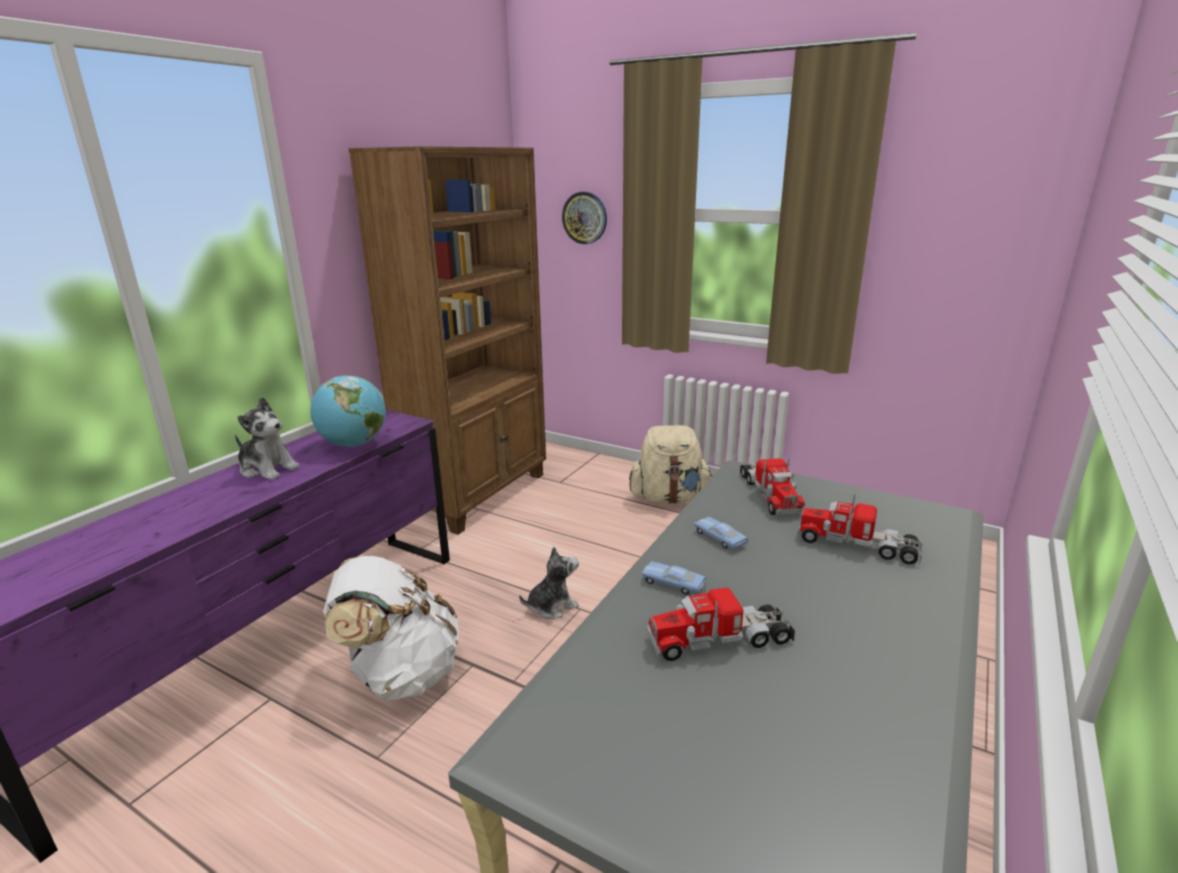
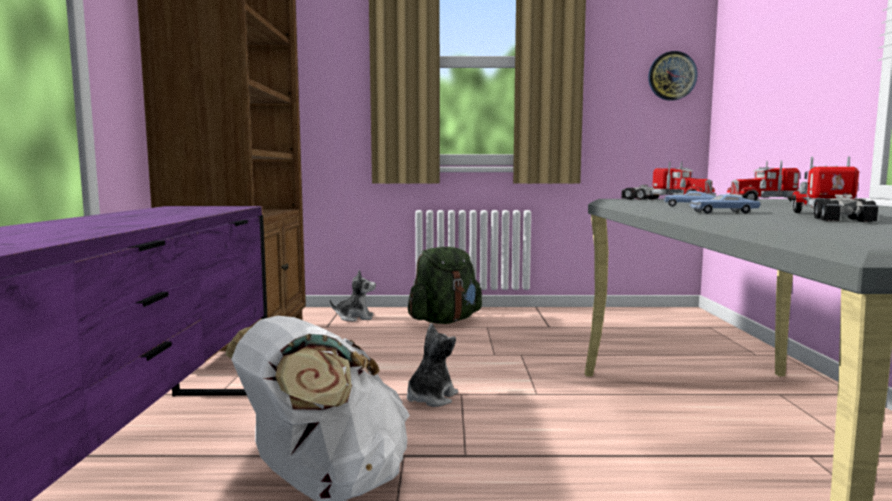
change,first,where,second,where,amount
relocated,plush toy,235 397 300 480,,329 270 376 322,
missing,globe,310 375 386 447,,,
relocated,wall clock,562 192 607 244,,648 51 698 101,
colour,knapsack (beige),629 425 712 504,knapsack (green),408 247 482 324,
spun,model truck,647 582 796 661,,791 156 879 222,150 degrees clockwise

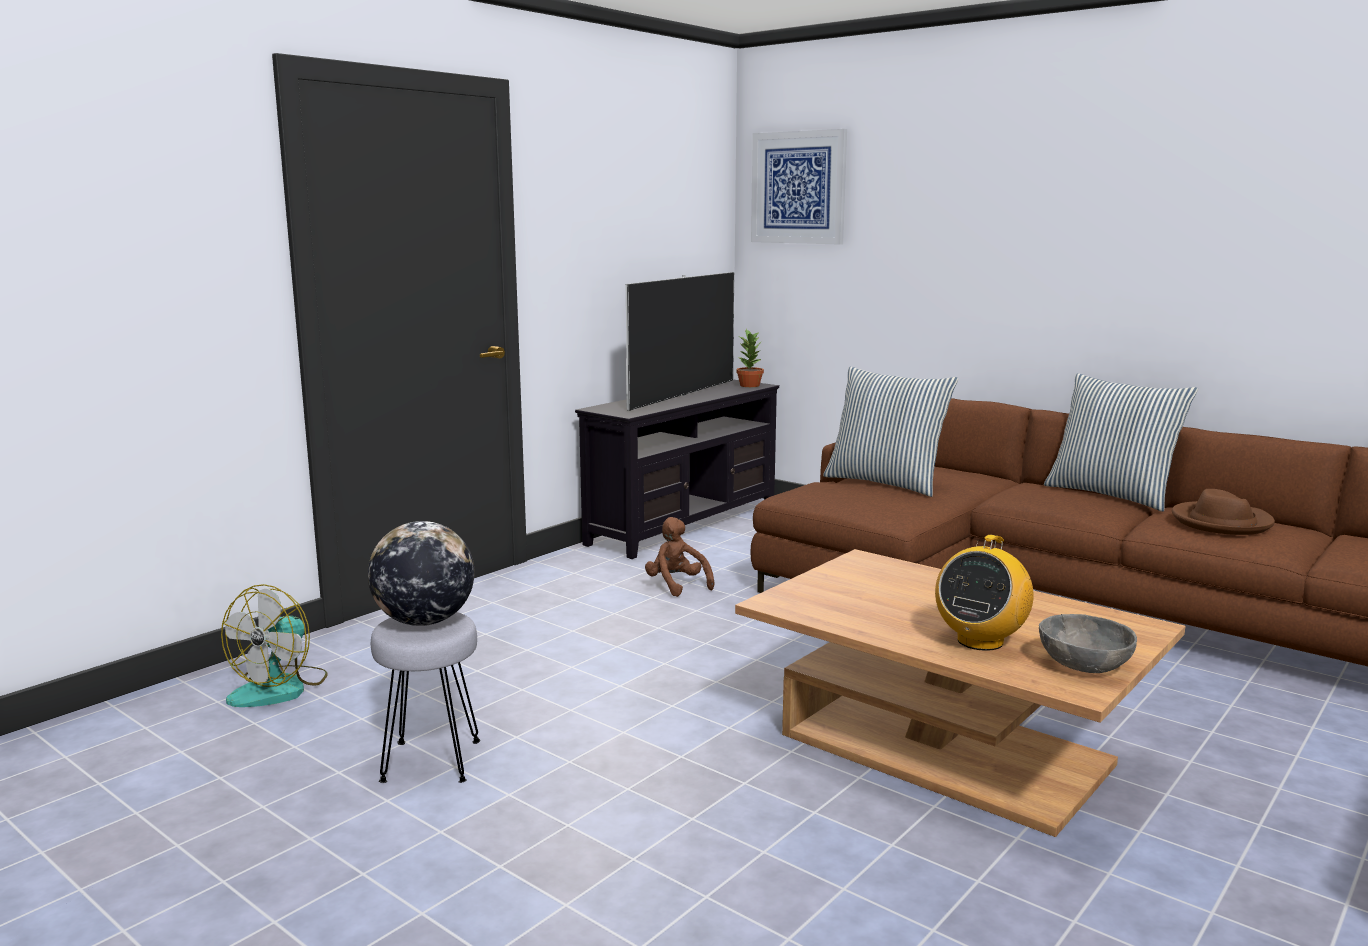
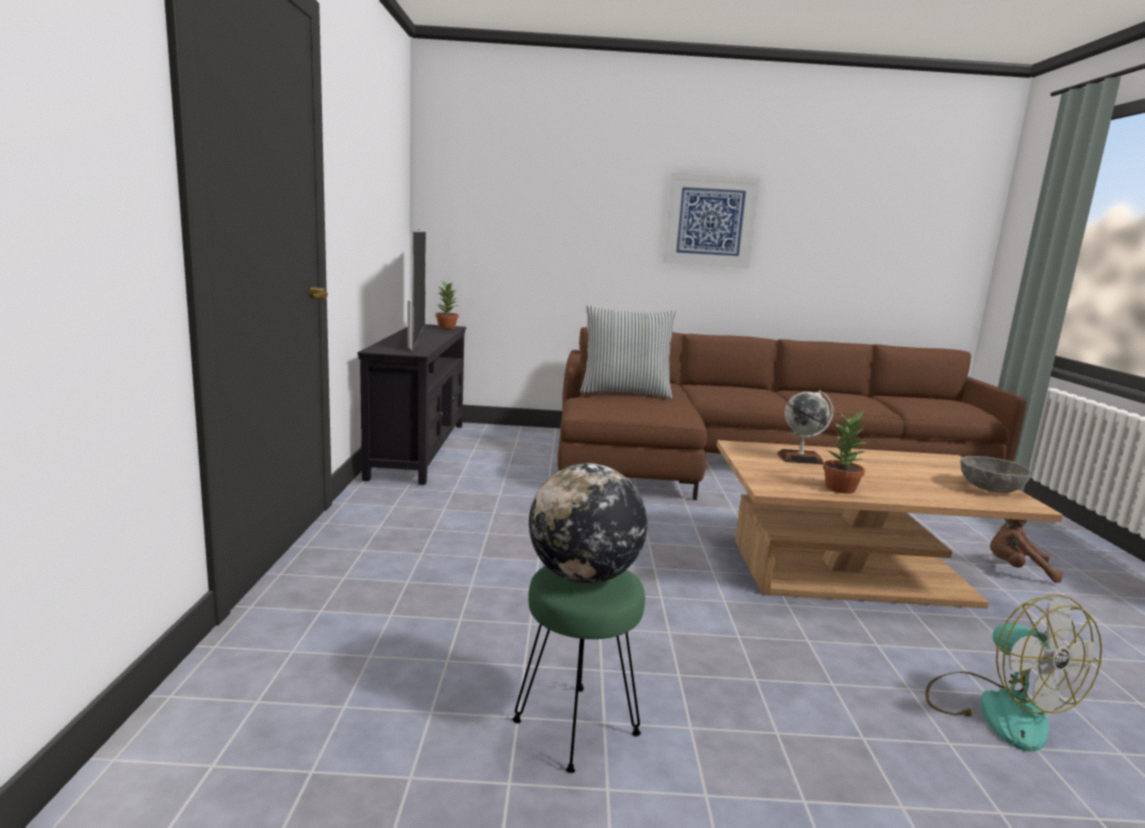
change,first,where,second,where,amount
relocated,cooling fan,221 584 328 707,,925 595 1102 752,
colour,stool seat (greyish),371 612 480 783,stool seat (green),512 566 645 773,
relocated,plush toy (brownish),645 517 715 597,,990 519 1063 583,
relocated,picture,751 129 847 245,,663 173 760 268,
missing,radio set,935 535 1034 651,,,
missing,pillow,1044 373 1198 512,,,
missing,hat (brownish),1172 489 1275 535,,,
appeared,,,globe,777 390 833 465,
appeared,,,plant in a pot,823 412 869 494,

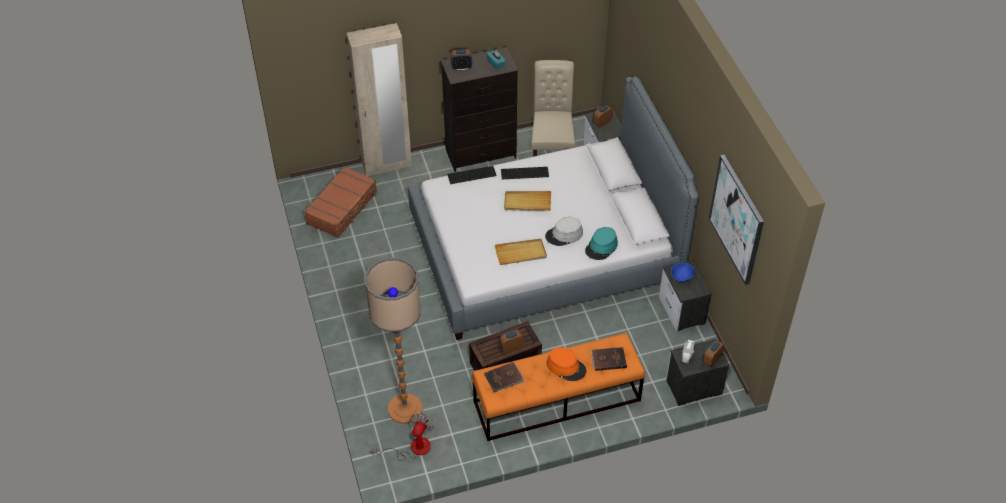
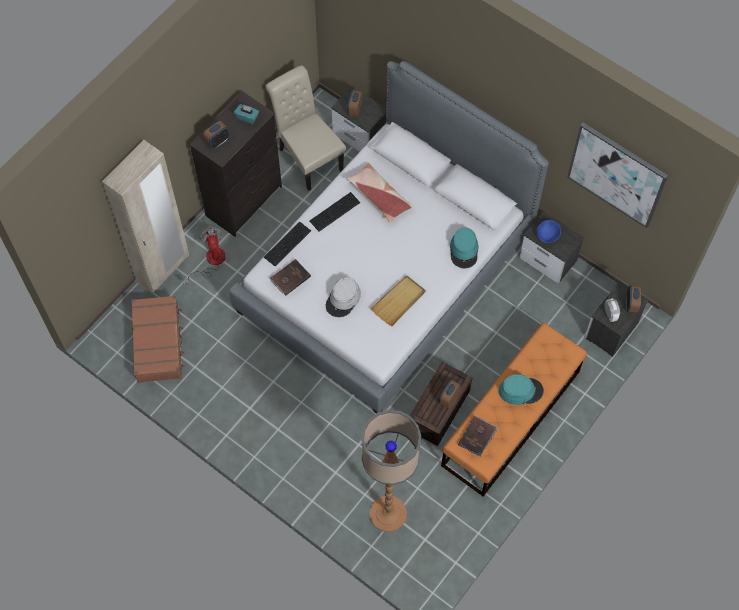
change,first,where,second,where,amount
relocated,cooling fan,372 413 434 461,,183 227 226 284,
missing,tray (beige),504 191 551 211,,,
relocated,hat (greyish),545 217 583 246,,326 277 361 317,
colour,hat (orange),547 347 586 381,hat (blue-green),499 374 544 405,
relocated,bound book (brownish),591 347 627 371,,269 259 311 295,
appeared,,,pillow,347 163 414 222,

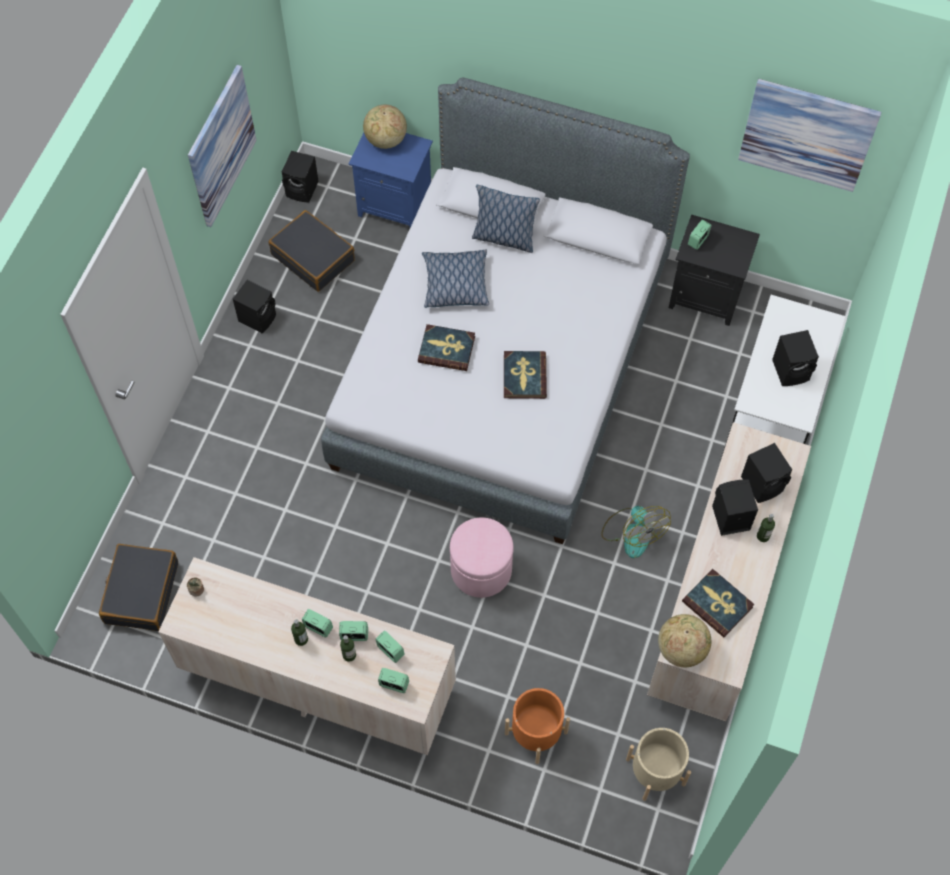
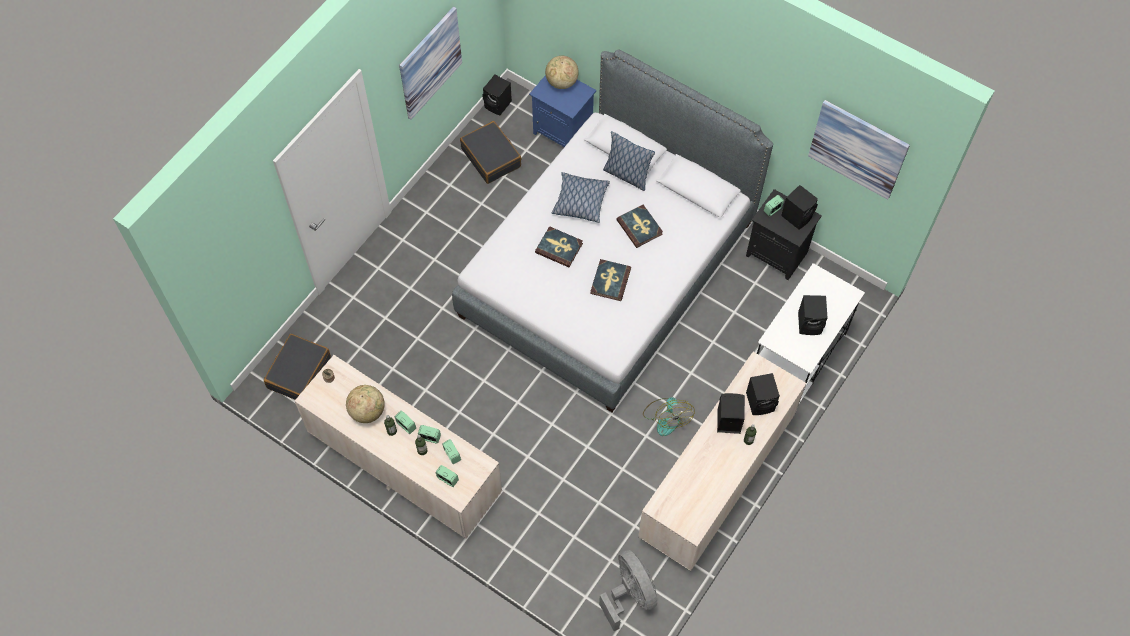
change,first,where,second,where,amount
relocated,speaker (blackish),233 280 276 333,,781 185 818 230,
missing,footrest (pink-coloured),450 518 514 598,,,
missing,planter (orange),505 688 570 764,,,
exchanged,planter (beige),626 728 691 801,cooling fan (greyish),599 550 657 631,
relocated,globe,658 614 712 667,,346 385 385 423,
relocated,bound book,682 569 754 638,,616 205 663 248,

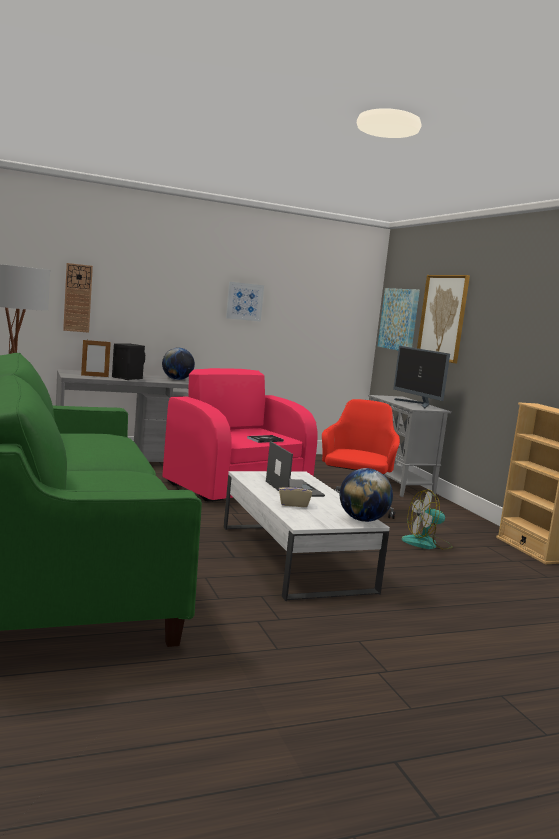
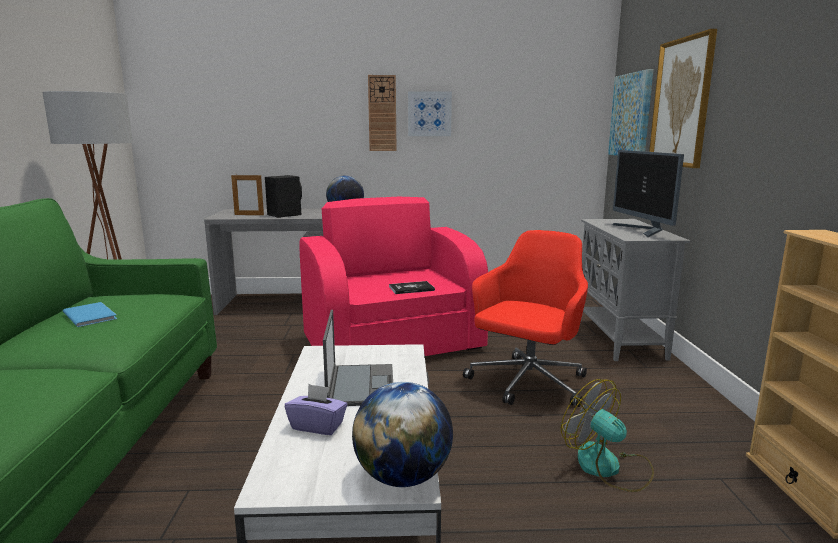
change,first,where,second,where,amount
relocated,wall clock,63 263 93 333,,368 75 396 151,
colour,tissue holder (beige),279 478 312 507,tissue holder (purplish),285 384 347 435,
spun,cooling fan,401 489 453 550,,561 379 654 492,45 degrees clockwise
appeared,,,bound book (blue-coloured),63 302 117 327,

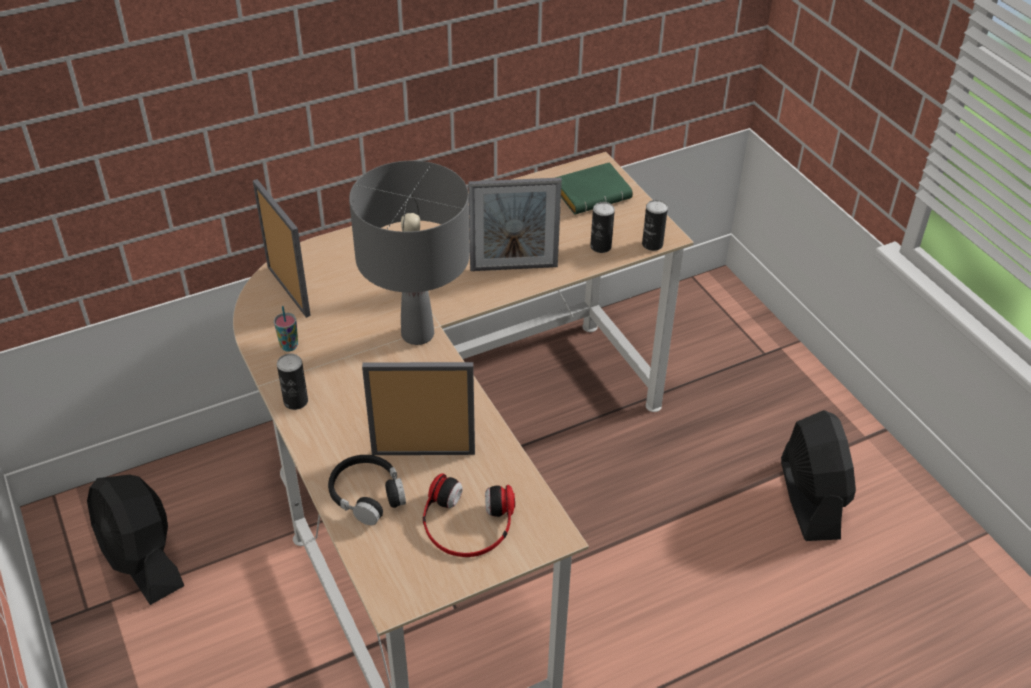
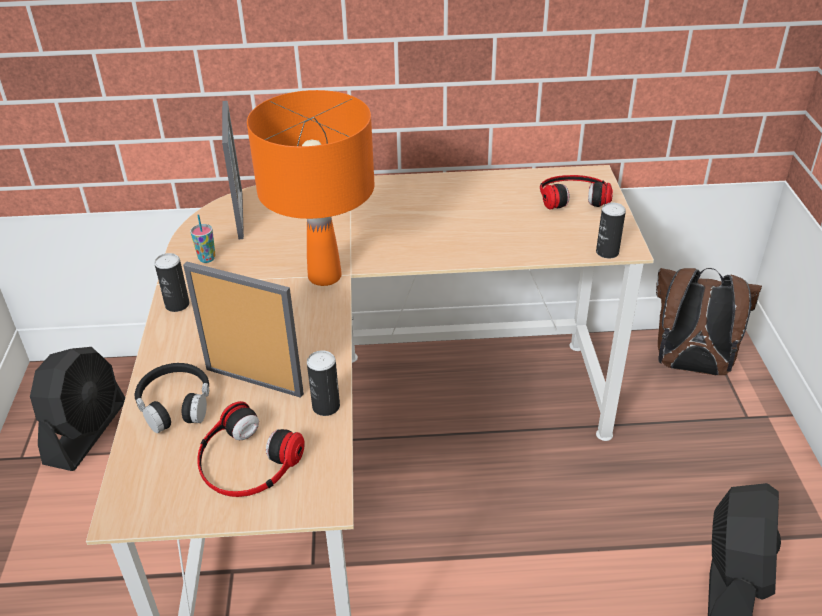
change,first,where,second,where,amount
spun,cooling fan (blackish),87 475 184 605,,30 347 125 471,150 degrees counterclockwise
colour,lamp for a table (greyish),349 161 470 345,lamp for a table (orange),247 90 375 286,
missing,photo frame,468 178 562 271,,,
exchanged,bound book (green),555 162 633 215,headset,540 175 613 210,
relocated,can,590 202 615 253,,307 350 340 416,
appeared,,,knapsack (brownish),656 268 762 375,

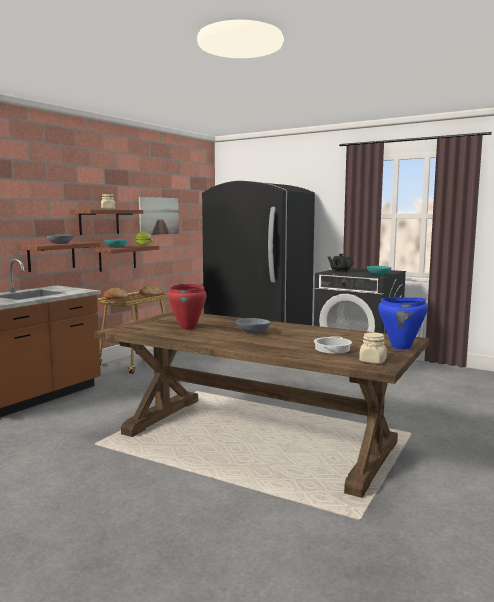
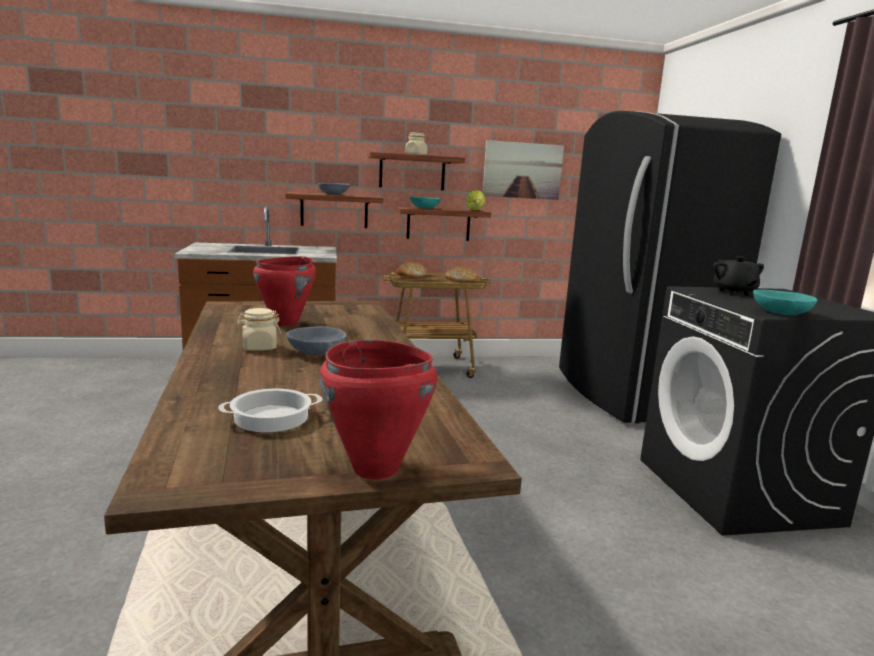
change,first,where,second,where,amount
relocated,preserve jar (beige),359 332 387 364,,236 308 281 351,
colour,cooking pot (blue-coloured),378 297 428 350,cooking pot (red-coloured),319 340 437 479,

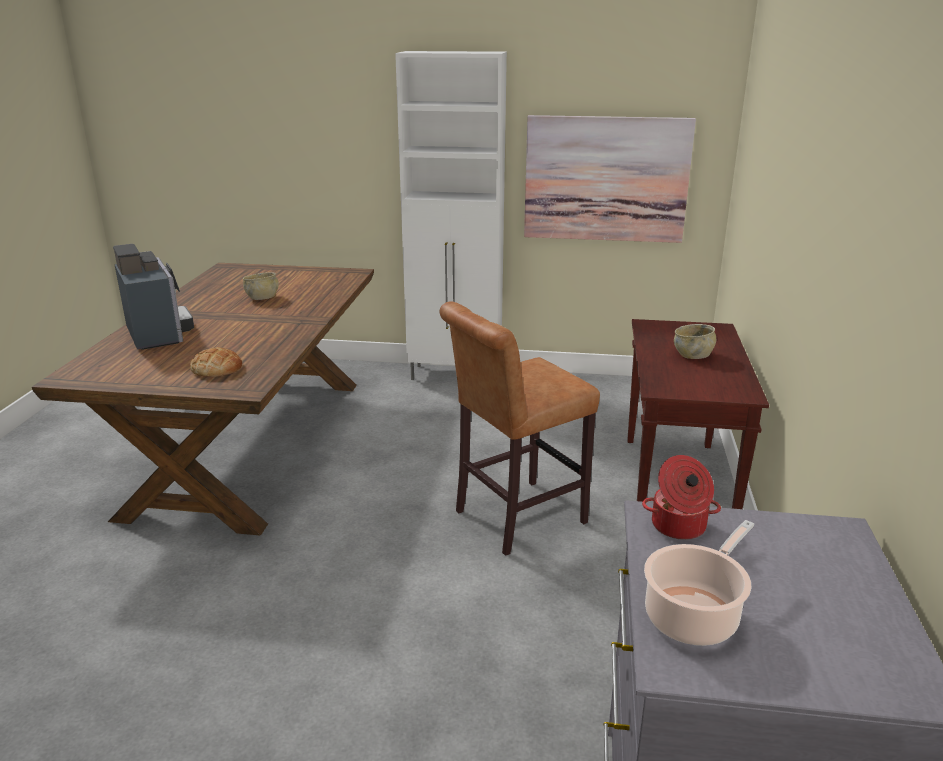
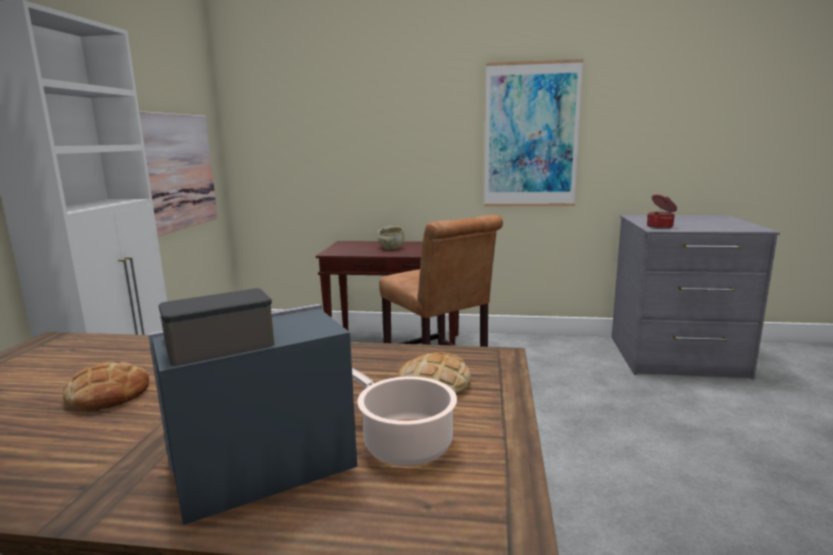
change,first,where,second,where,amount
exchanged,serving bowl (beige),243 272 279 300,bread,63 361 149 411,
relocated,cooking pot,644 520 754 646,,352 368 457 466,
appeared,,,picture,484 59 584 206,

